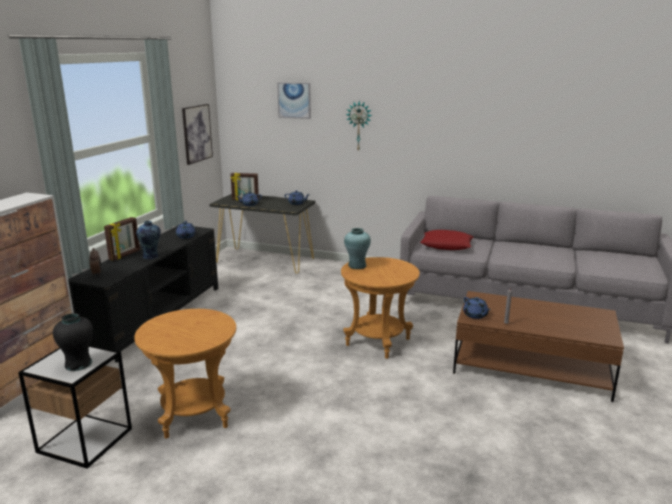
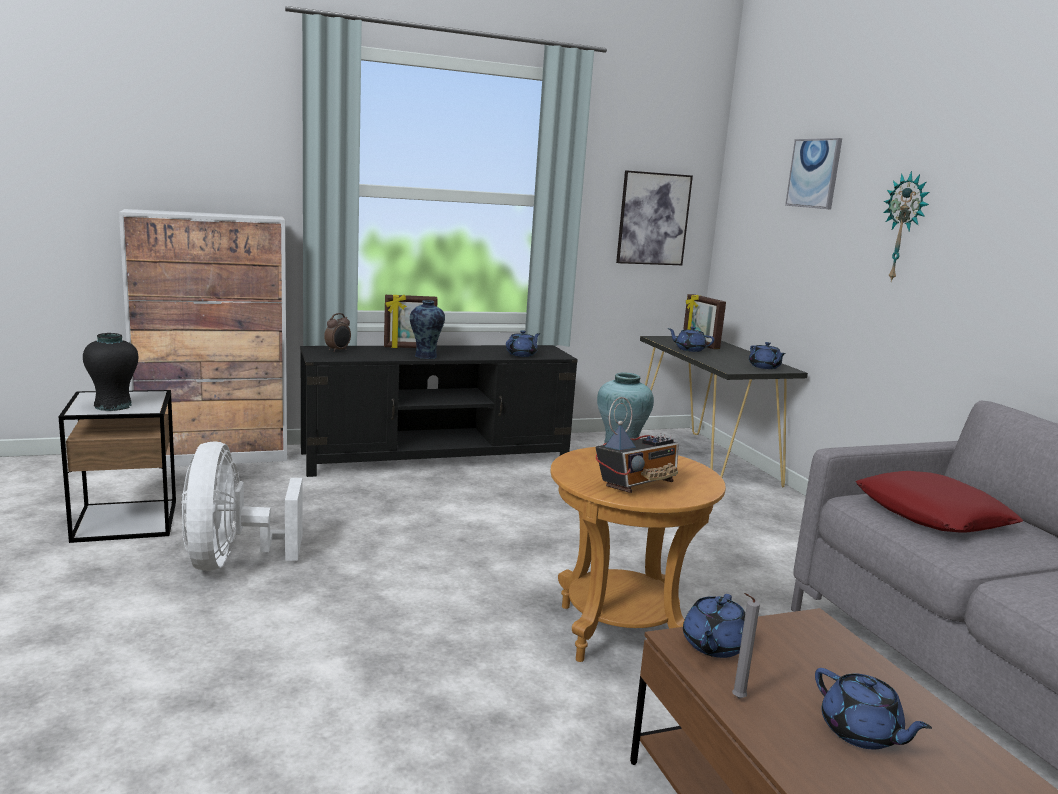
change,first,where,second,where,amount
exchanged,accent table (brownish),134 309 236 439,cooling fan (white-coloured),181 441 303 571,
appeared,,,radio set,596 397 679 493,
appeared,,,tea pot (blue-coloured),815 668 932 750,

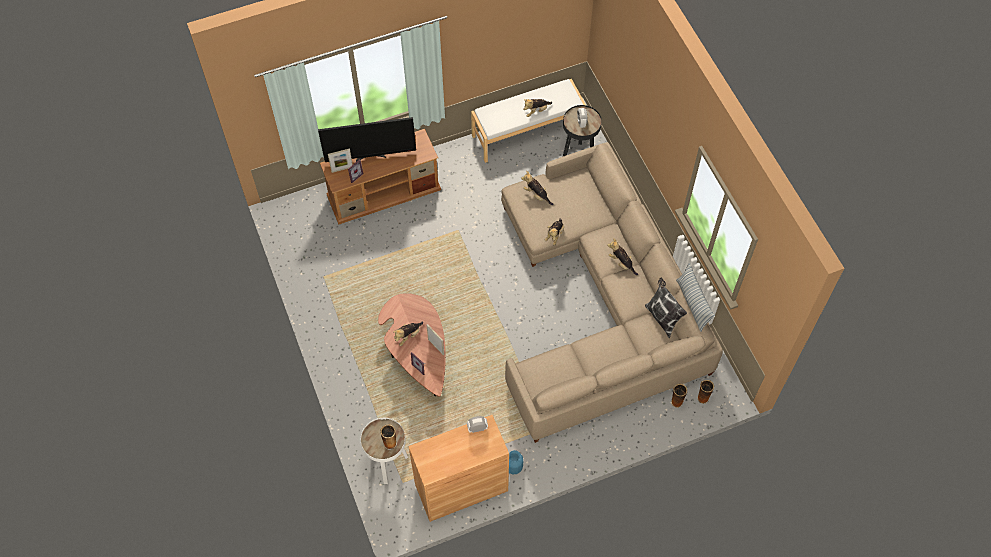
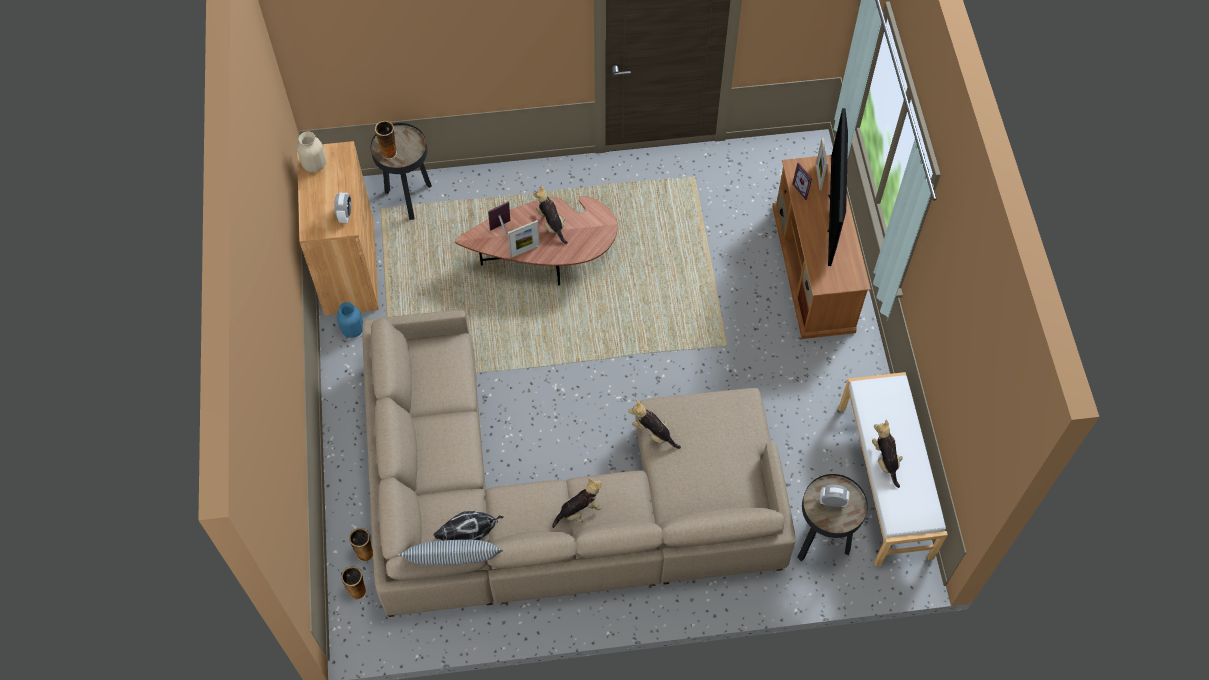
change,first,where,second,where,amount
colour,accent table (white-coloured),361 418 408 484,accent table (blackish),371 123 432 220,
missing,plush toy,521 171 554 205,,,
appeared,,,flower vase (beige),297 131 326 172,

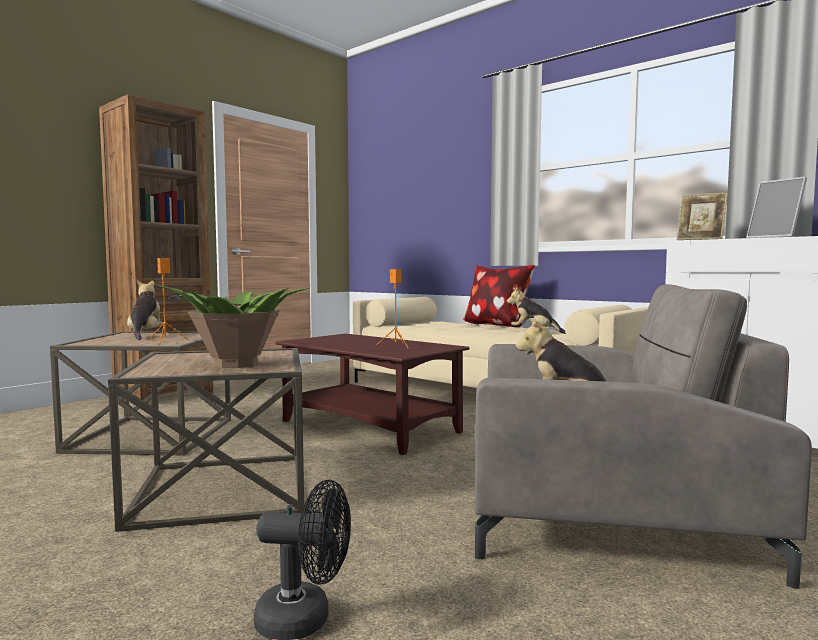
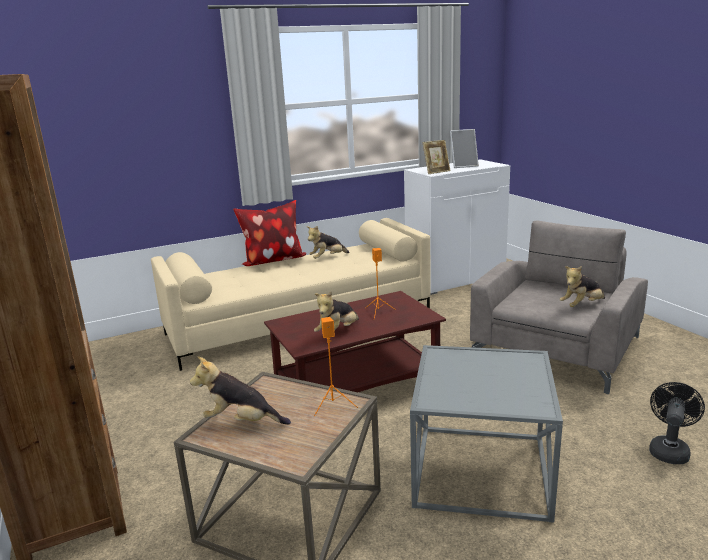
change,first,where,second,where,amount
colour,accent table (brownish),108 348 304 532,accent table (greyish),410 345 563 523,
missing,plant in a pot,153 285 310 368,,,
appeared,,,plush toy,314 291 359 332,

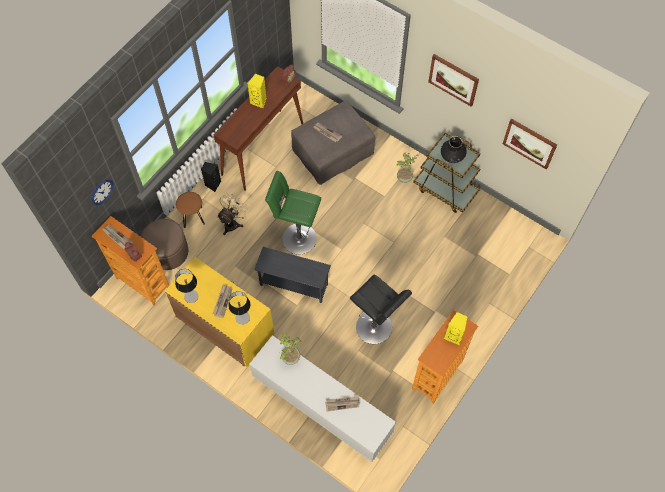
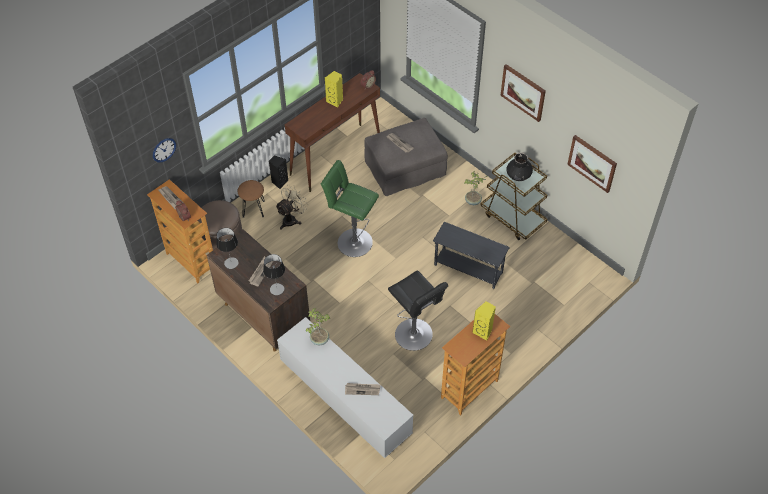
change,first,where,second,where,amount
colour,cupboard (yellow),165 257 274 367,cupboard (brownish),207 229 310 352,
relocated,accent table (greyish),254 247 331 303,,433 222 510 289,

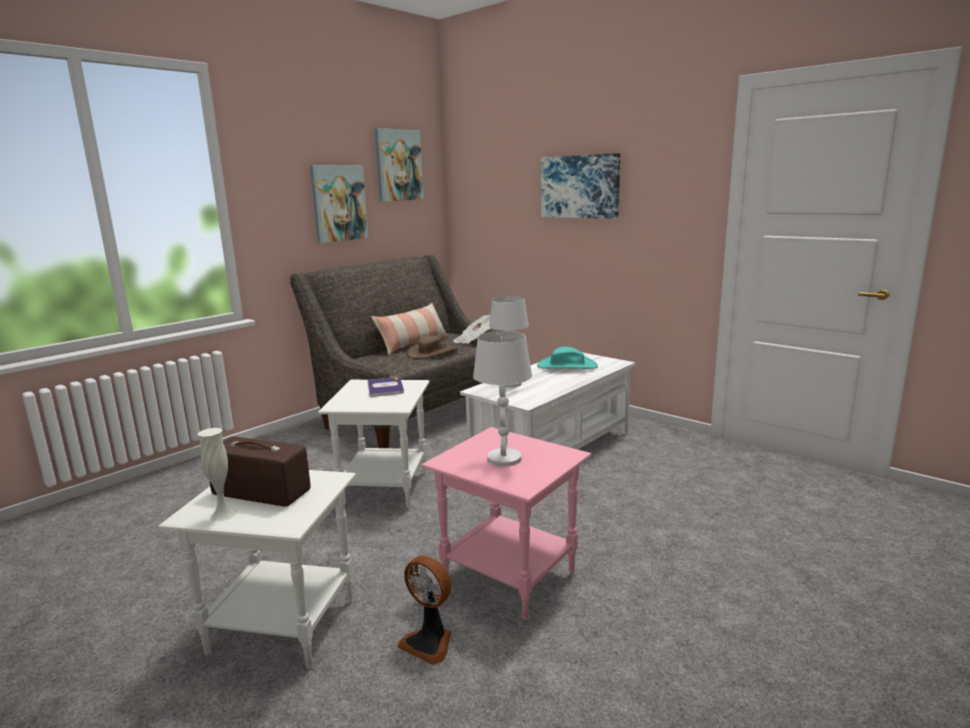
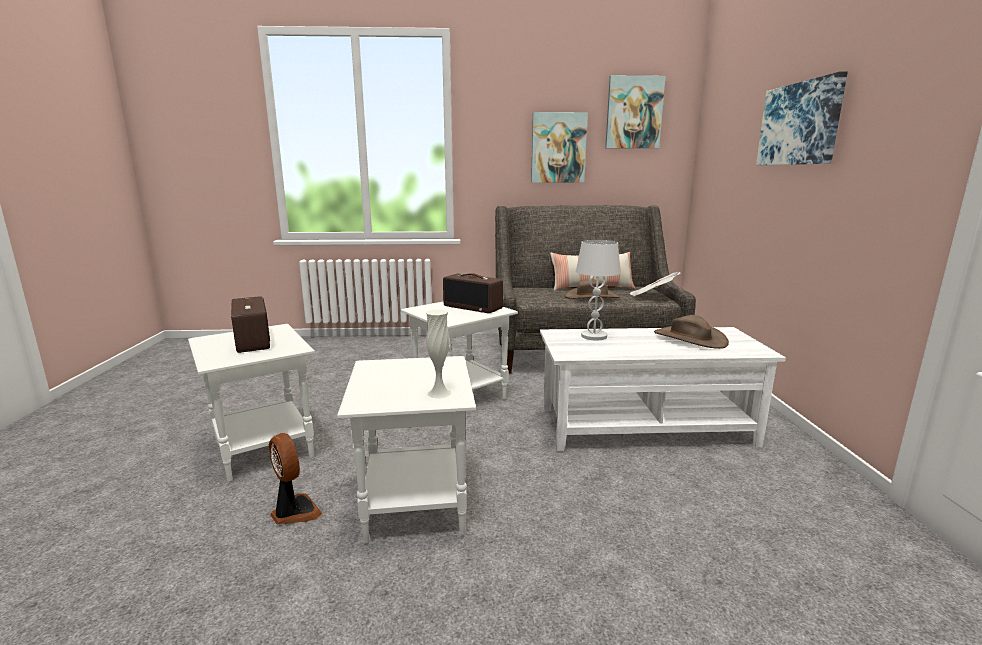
change,first,where,second,where,amount
relocated,flower vase (white-coloured),198 428 237 521,,426 310 451 399,
exchanged,bound book,367 377 404 397,radio set,443 273 503 313,
spun,cooling fan,398 555 452 665,,269 433 322 524,150 degrees clockwise
colour,accent table (pink-coloured),421 427 591 620,accent table (white-coloured),337 356 476 544,
missing,lamp for a table (white-coloured),473 331 532 467,,,
colour,hat (blue-green),537 346 598 369,hat (brownish),654 315 729 349,

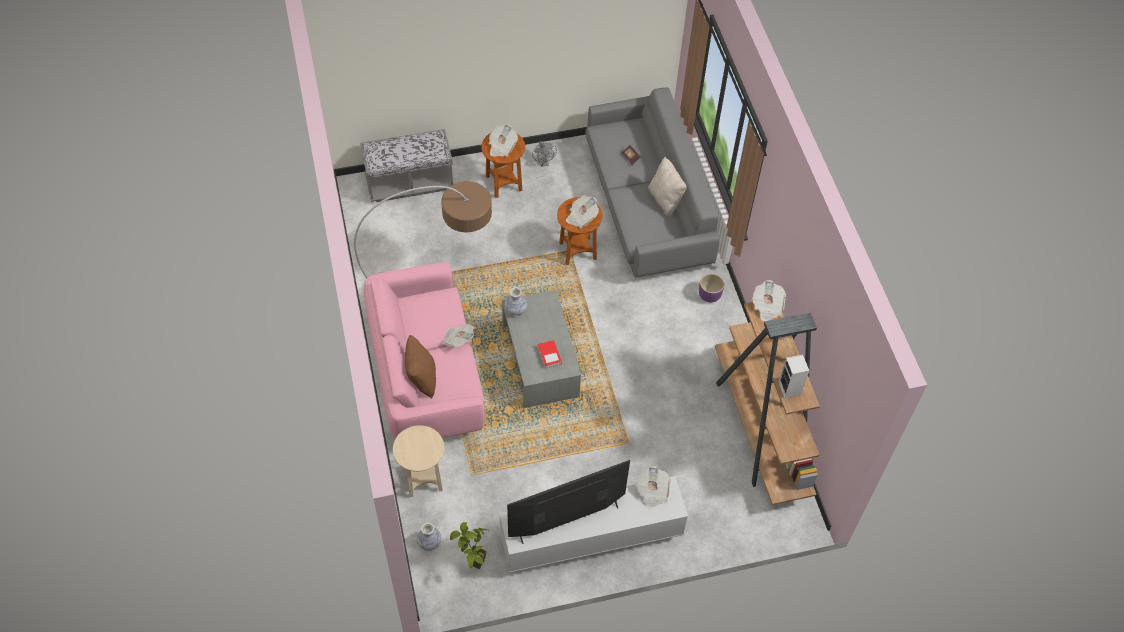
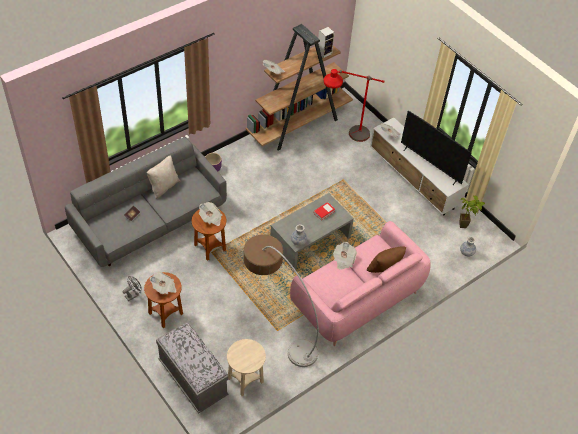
change,first,where,second,where,amount
relocated,accent table (beige),393 425 444 497,,227 339 266 396,
appeared,,,standing lamp (red-coloured),323 69 385 142,

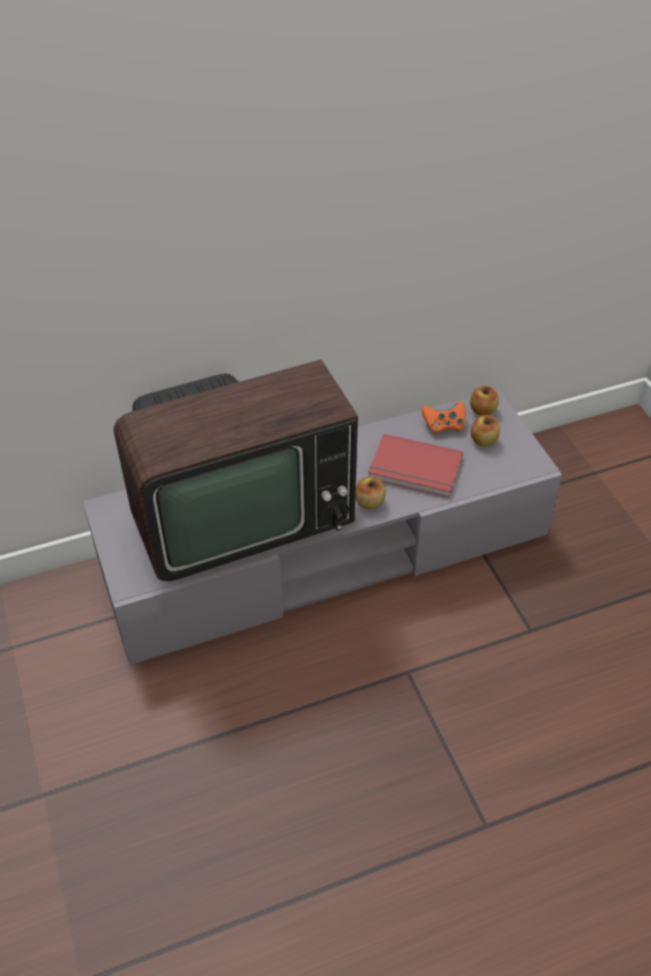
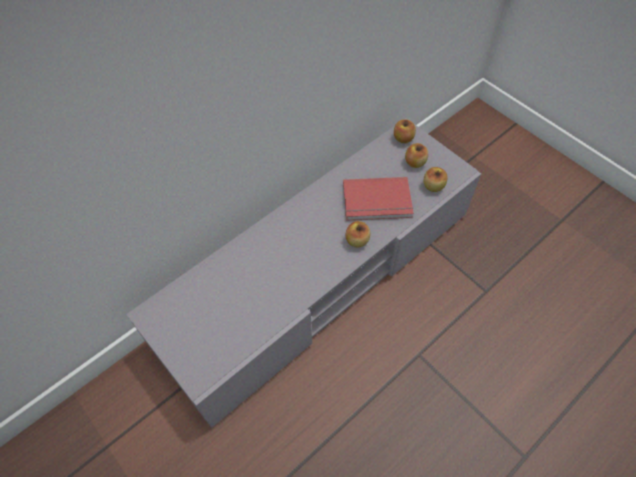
change,first,where,second,where,amount
missing,TV set,114 359 358 581,,,
missing,gamepad (orange),422 402 466 434,,,
appeared,,,whole apple,423 167 448 192,

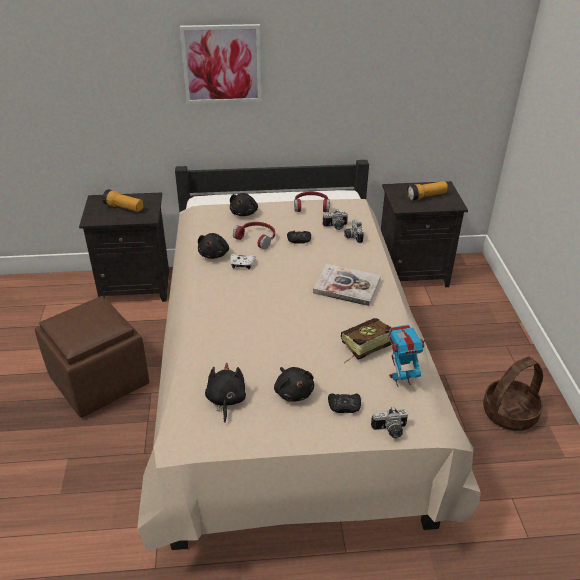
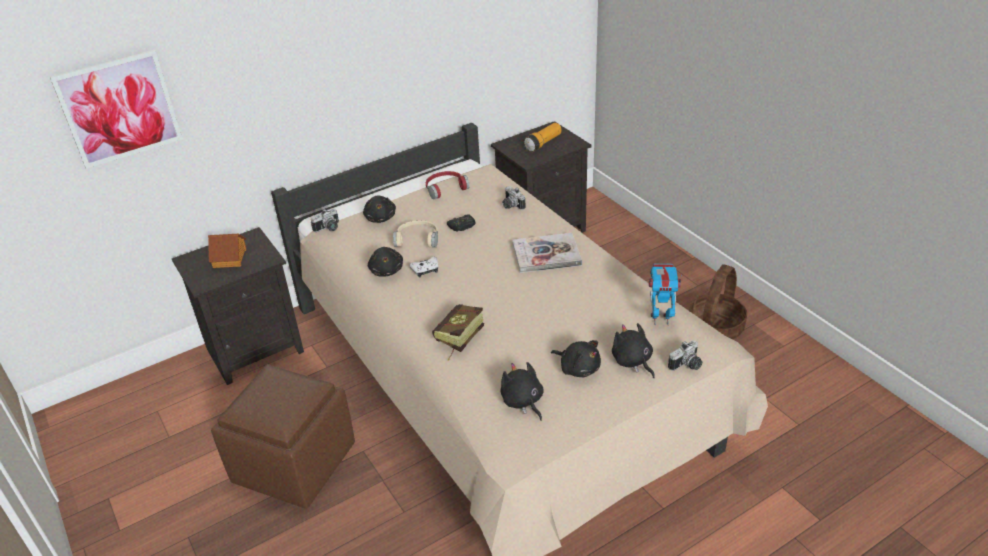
change,first,where,second,where,amount
exchanged,torch,102 189 144 212,miniature house,208 234 247 268,
relocated,picture,180 24 261 104,,50 49 182 169,
colour,headset (red-coloured),233 222 275 249,headset (beige),393 220 438 248,
relocated,still camera,323 210 348 230,,311 209 339 232,
exchanged,gamepad (blackish),328 394 361 413,plush toy (blackish),612 323 655 378,
relocated,bound book,341 318 392 364,,432 304 484 361,
spun,robot figure,388 325 428 387,,649 264 682 325,45 degrees clockwise

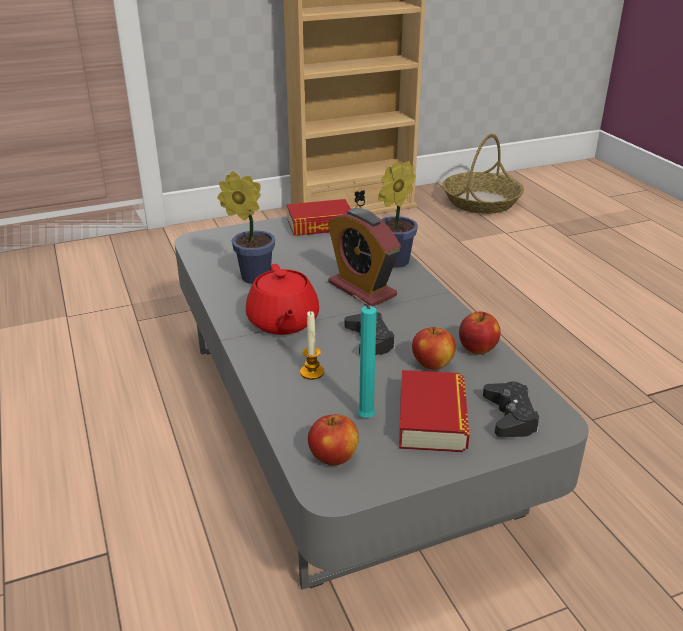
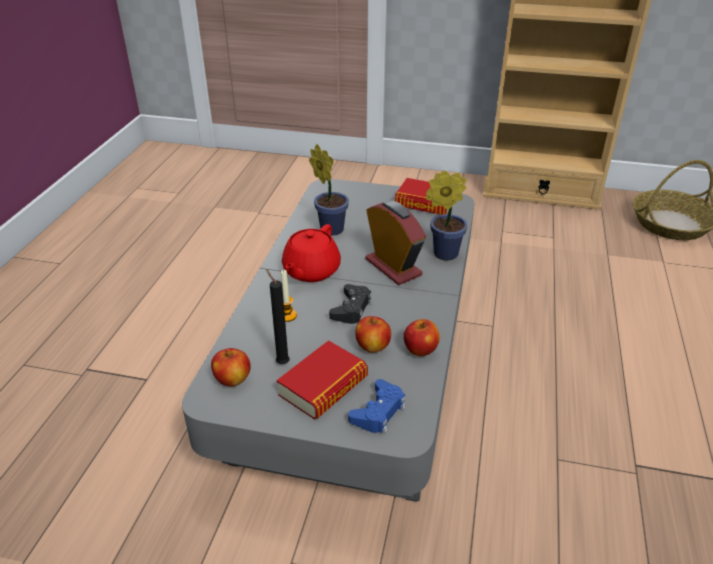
change,first,where,second,where,amount
spun,bedside clock,328 208 401 306,,366 200 426 285,150 degrees clockwise
colour,wax candle (blue-green),352 295 377 418,wax candle (blackish),266 269 290 364,
colour,gamepad (blackish),483 382 540 437,gamepad (blue-coloured),348 379 405 434,

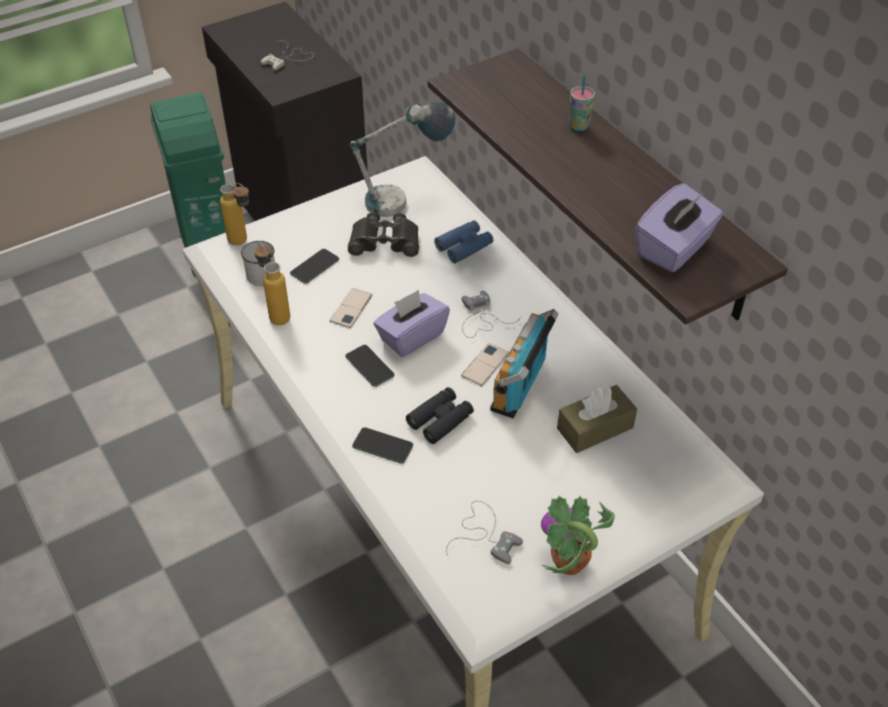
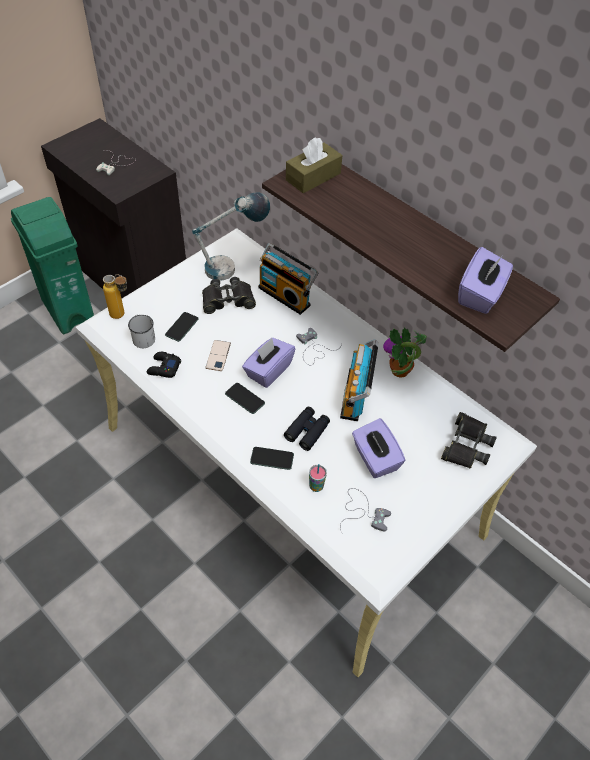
change,first,where,second,where,amount
exchanged,bottle,255 241 290 325,gamepad (blackish),147 352 181 378,
exchanged,binoculars (blue-coloured),434 220 493 263,radio set,258 243 318 315,
missing,handset,461 343 509 386,,,
relocated,plant in a pot,541 495 615 575,,383 327 427 377,
relocated,tissue holder (brownish),557 384 637 453,,286 137 342 193,
relocated,cup,569 75 595 131,,309 464 327 492,
appeared,,,tissue holder (purplish),352 418 406 478,
appeared,,,binoculars (blackish),441 412 497 469,

